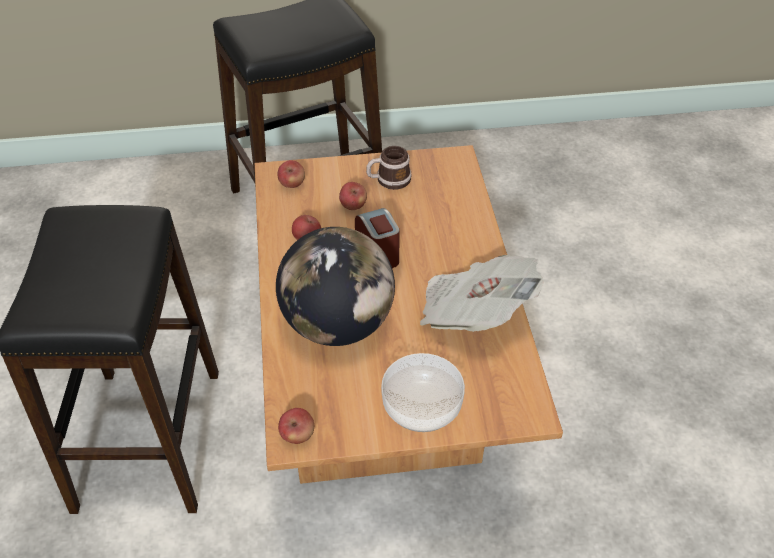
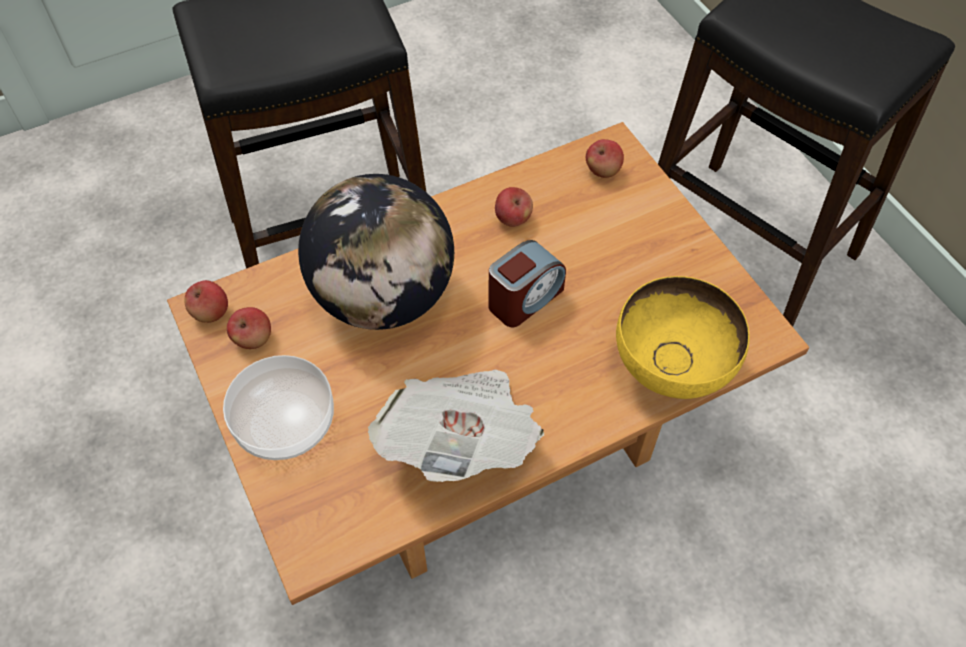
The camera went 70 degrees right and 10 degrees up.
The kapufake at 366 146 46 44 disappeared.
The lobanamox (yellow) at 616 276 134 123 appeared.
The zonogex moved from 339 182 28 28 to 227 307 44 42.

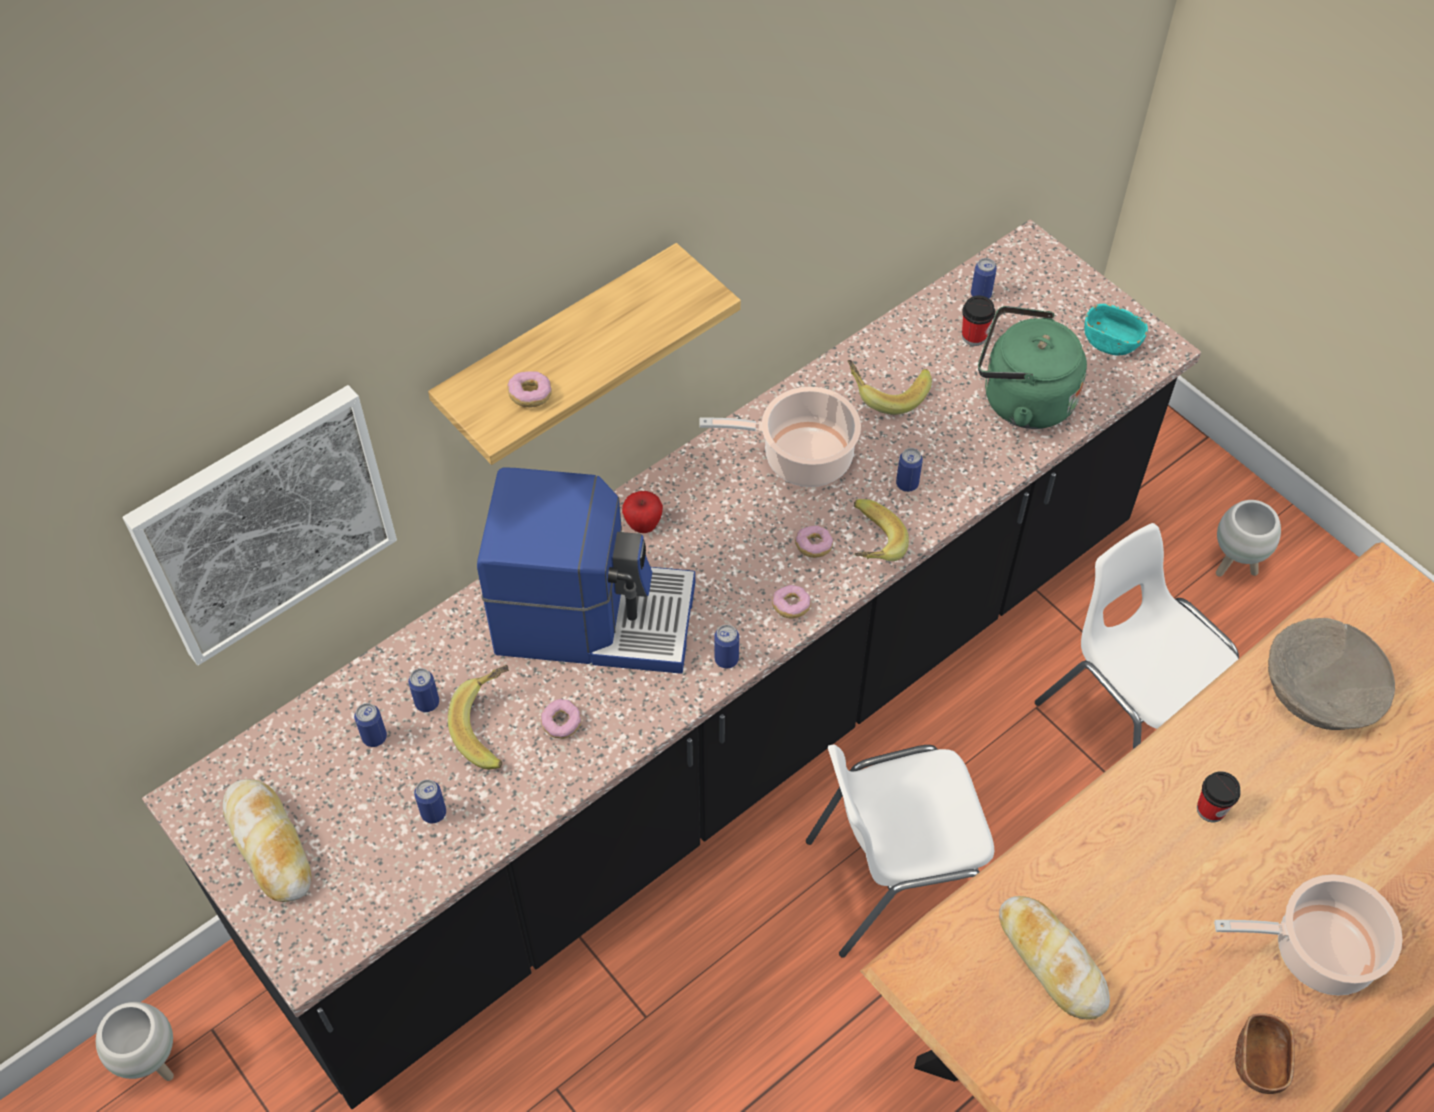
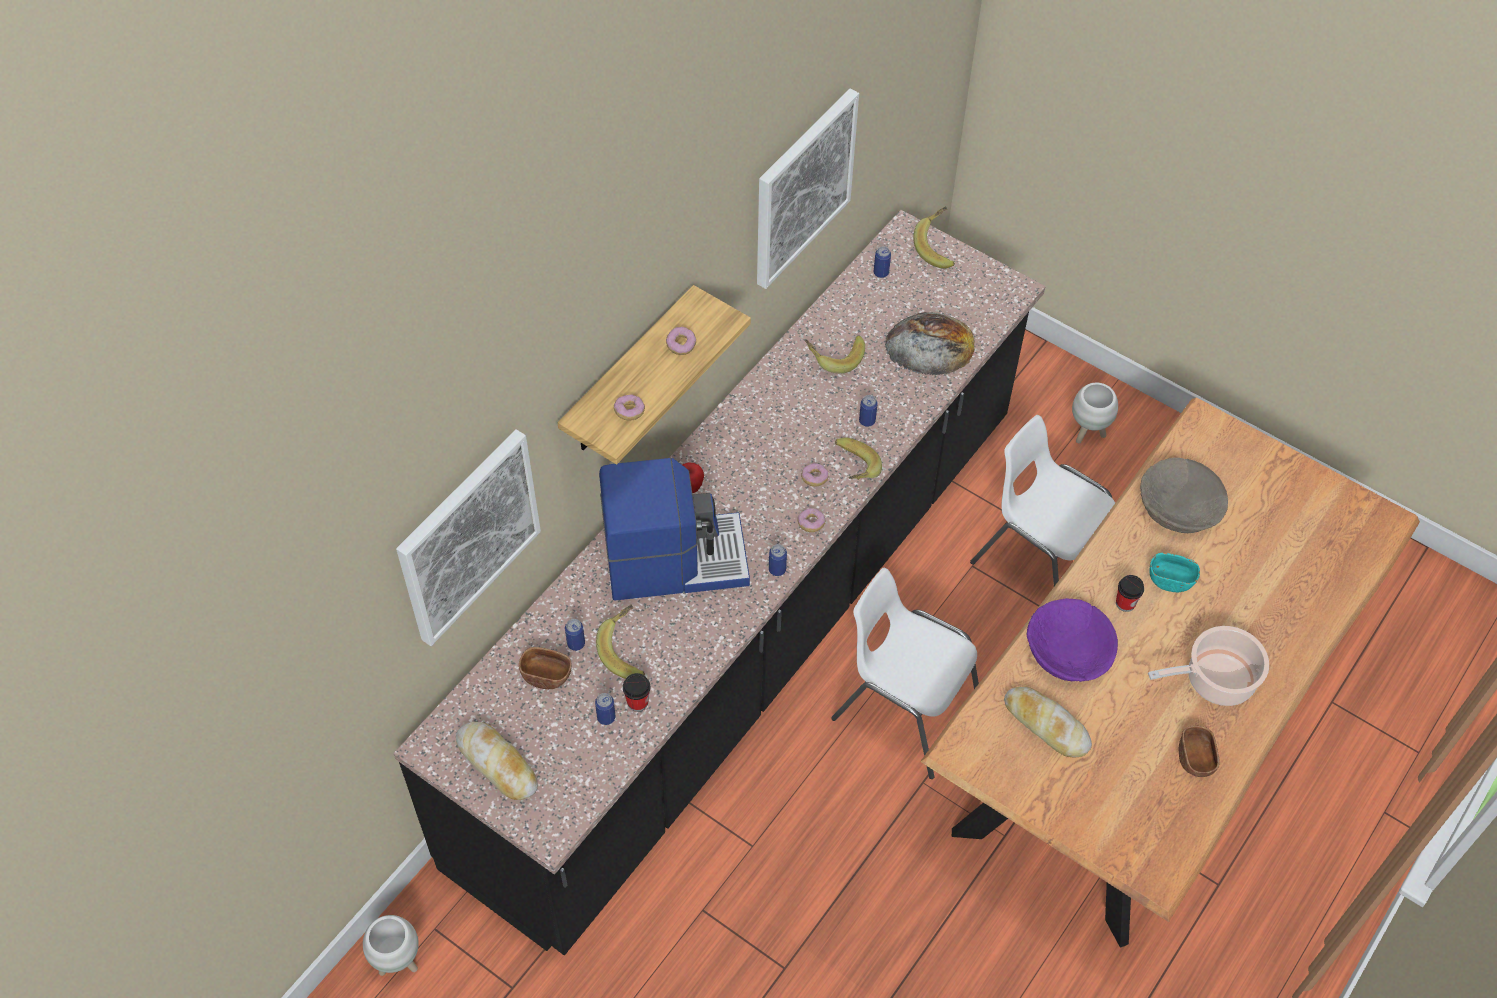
The camera went 15 degrees left and 0 degrees up.
The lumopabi at 699 386 162 101 disappeared.
The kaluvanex at 757 89 102 200 appeared.
The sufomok at 913 207 42 62 appeared.
The lobanamox (purple) at 1027 598 91 84 appeared.
The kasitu moved from 541 699 41 40 to 666 327 30 28.
The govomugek moved from 962 296 33 50 to 623 673 27 39.
The lobanamox (turquoise) moved from 1084 304 64 52 to 1149 553 51 39.
The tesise at 354 703 33 44 was replaced by the lobanamox (brown) at 519 647 53 42.
The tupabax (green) at 978 306 109 123 was replaced by the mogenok at 885 312 90 63.
The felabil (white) at 806 745 188 213 turned 60 degrees clockwise.

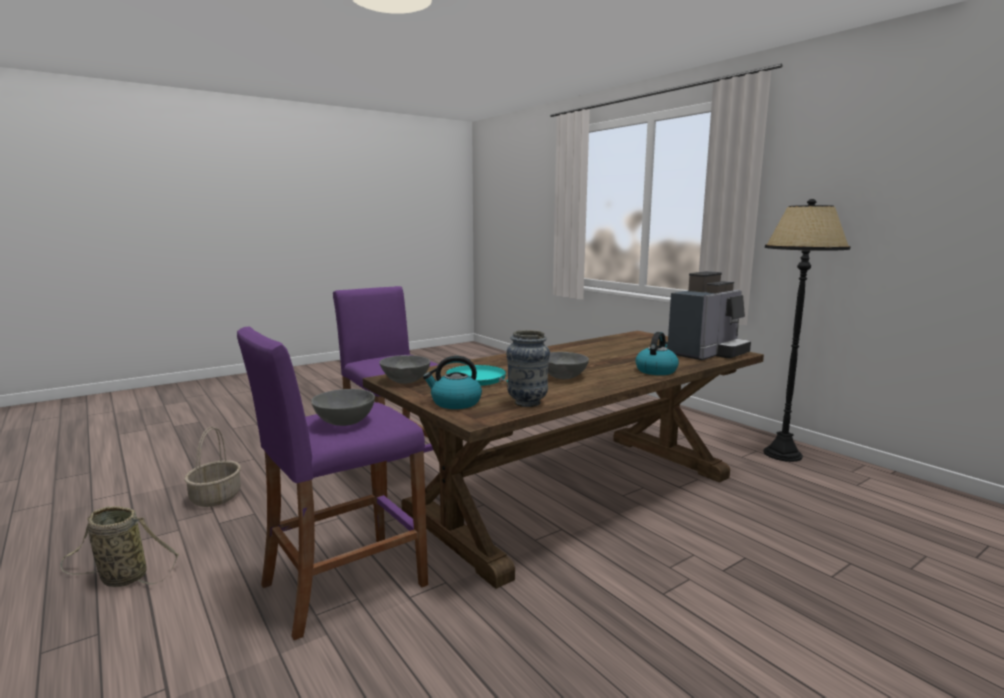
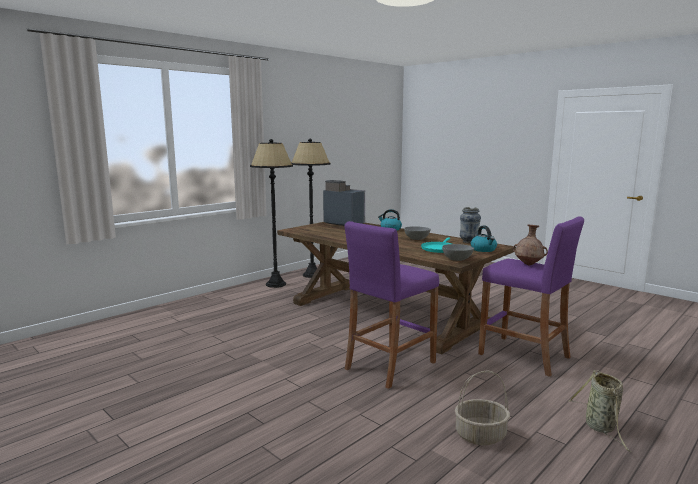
The camera went 100 degrees left and 0 degrees up.
The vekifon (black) at 250 139 43 149 appeared.
The lobanamox (grey) at 311 389 64 37 was replaced by the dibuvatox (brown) at 513 225 35 40.

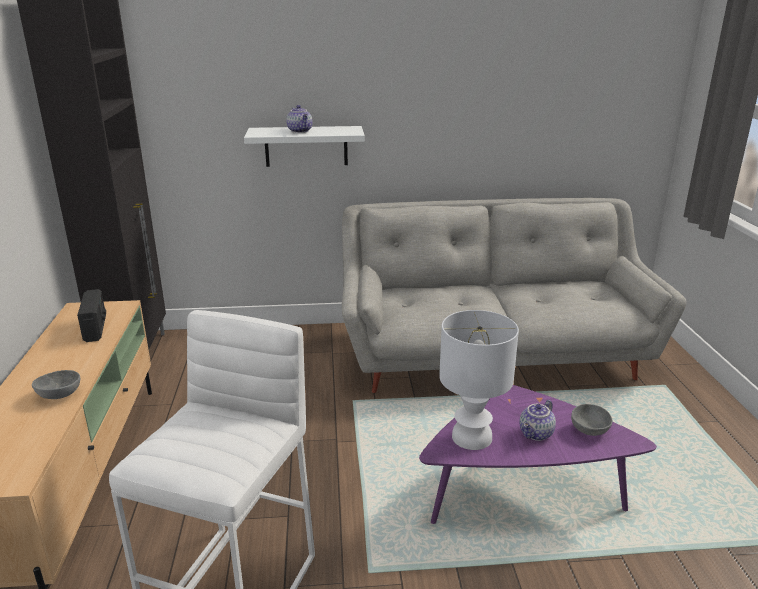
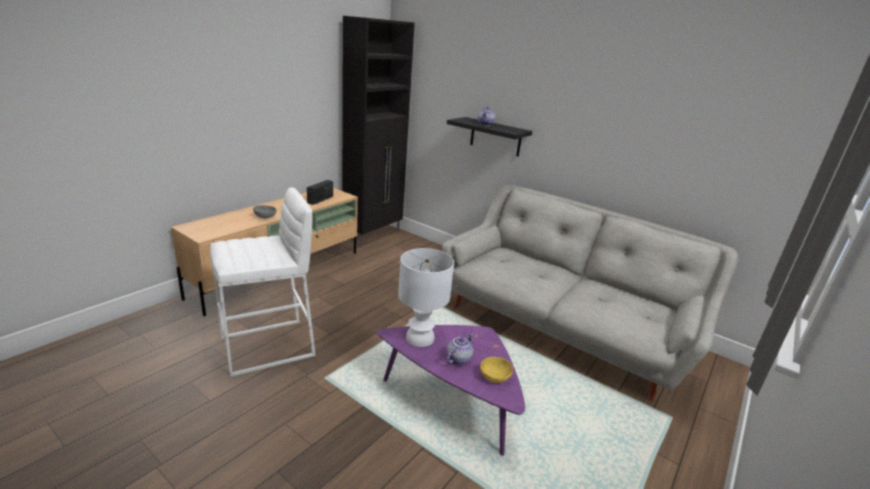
The camera went 40 degrees right and 0 degrees up.
The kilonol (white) at 244 126 121 41 became the kilonol (black) at 447 117 85 40.
The lobanamox (grey) at 571 404 42 32 became the lobanamox (yellow) at 480 357 33 26.
The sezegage at 519 400 37 41 turned 135 degrees clockwise.

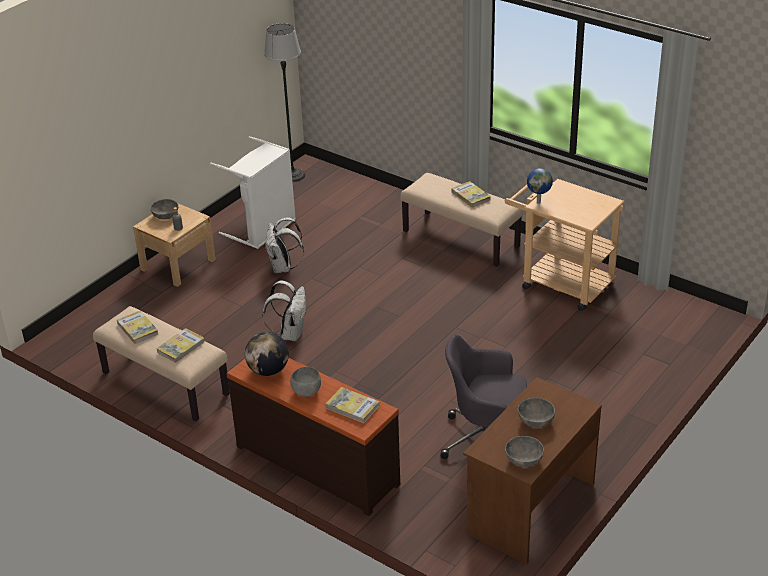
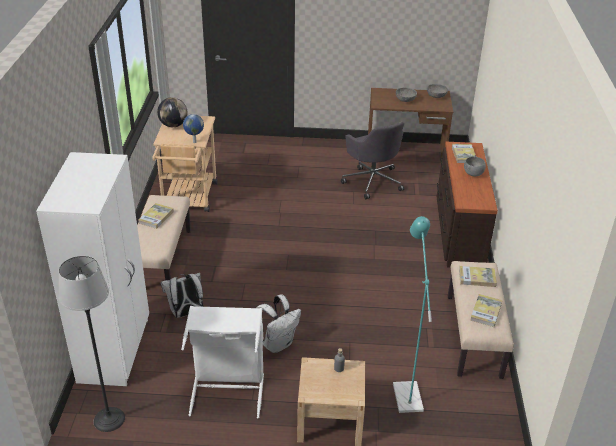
The camera went 125 degrees left and 0 degrees up.
The lobanamox (grey) at 150 199 28 21 disappeared.
The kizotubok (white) at 36 152 113 234 appeared.
The vekifon (turquoise) at 393 216 39 197 appeared.
The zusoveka moved from 245 332 44 44 to 157 97 30 30.
The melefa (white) moved from 262 281 44 61 to 161 273 42 45.

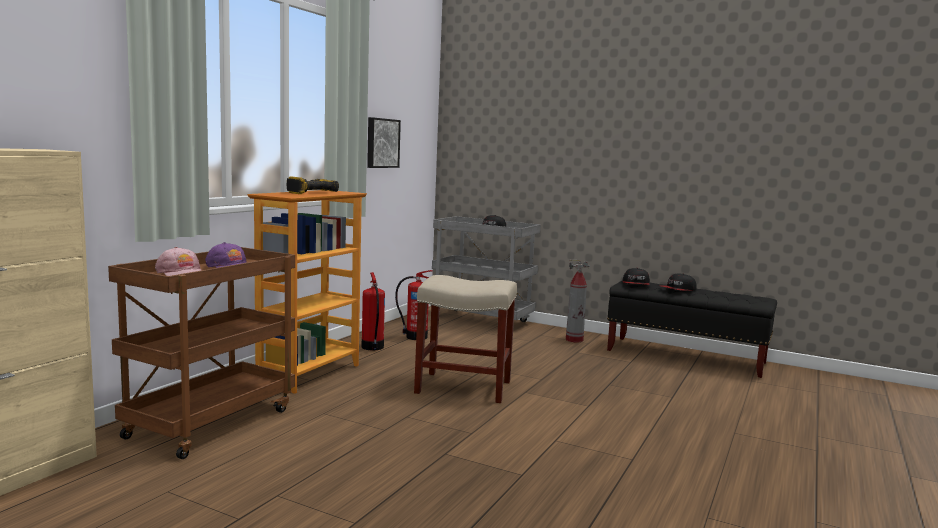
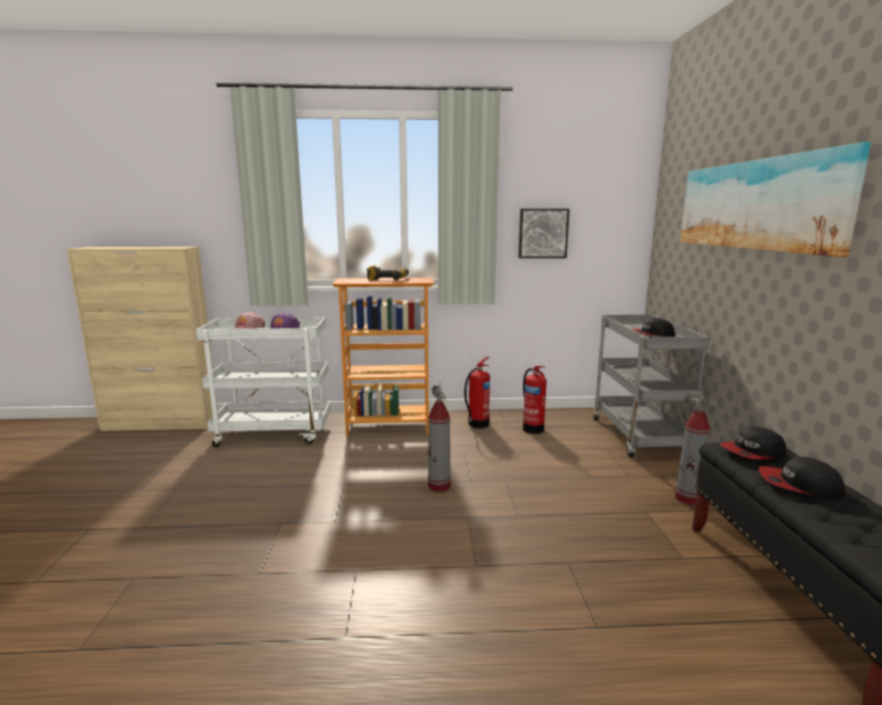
The camera went 60 degrees right and 5 degrees up.
The kaluvanex at 680 142 191 115 appeared.
The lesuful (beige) at 414 275 103 128 was replaced by the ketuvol at 428 382 23 110.
The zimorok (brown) at 108 247 187 212 became the zimorok (white) at 196 317 135 130.

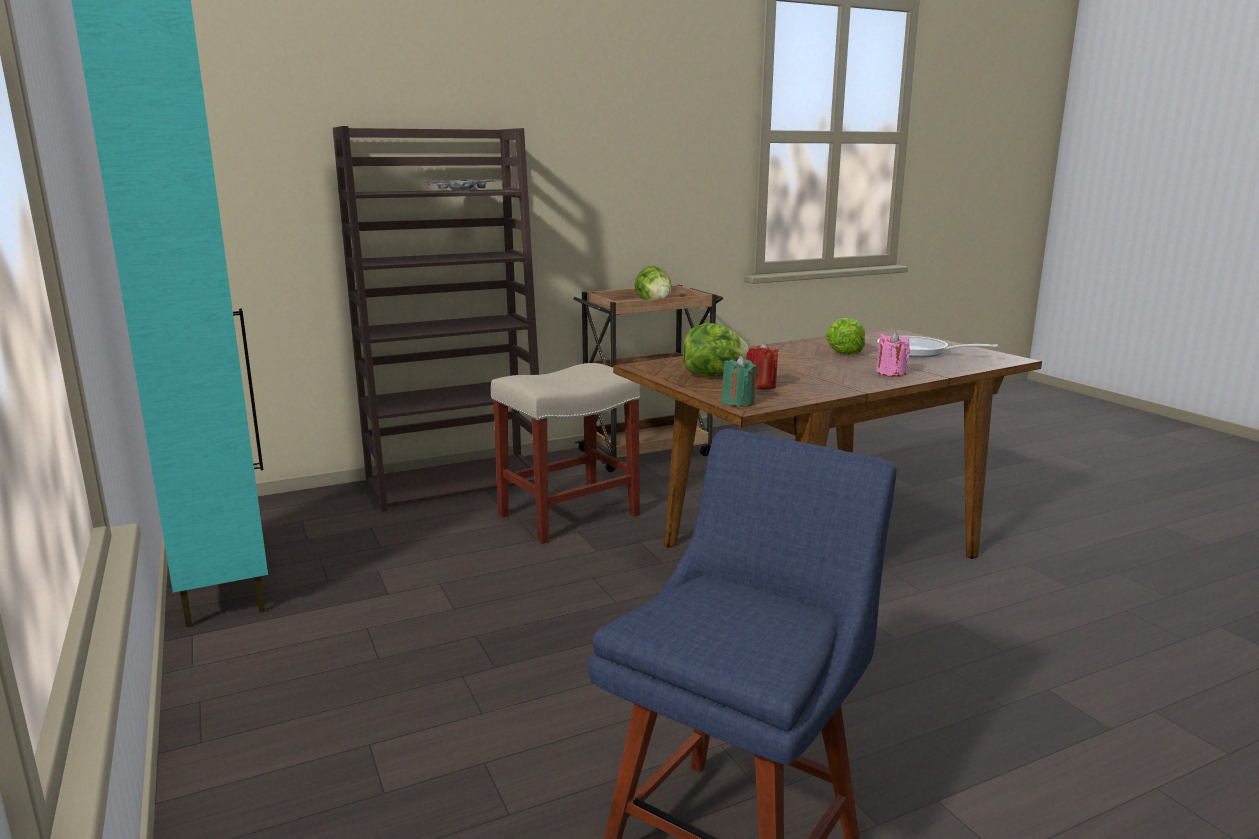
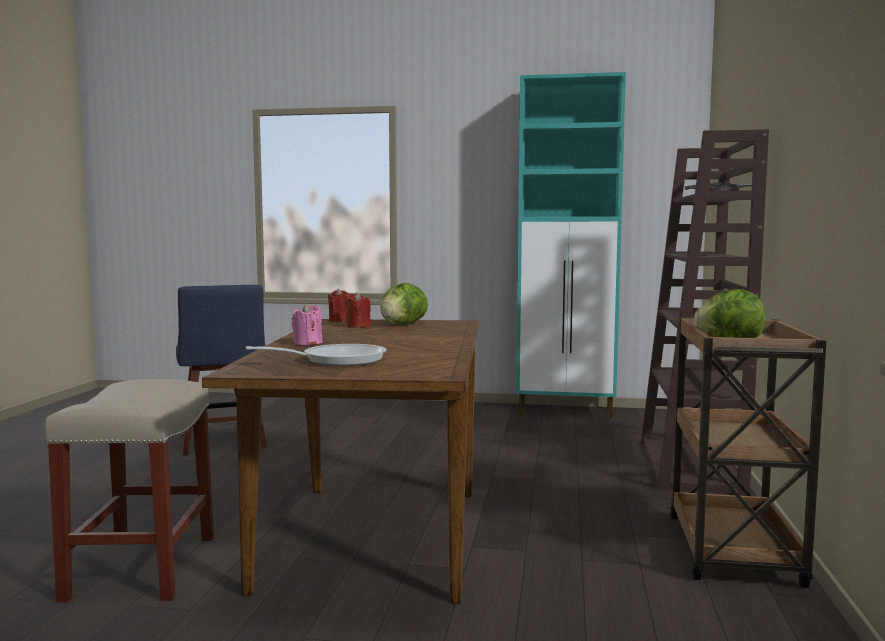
The camera went 125 degrees right and 10 degrees down.
The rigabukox at 825 318 40 37 disappeared.
The lesuful (beige) moved from 491 363 149 181 to 45 379 169 223.
The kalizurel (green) at 722 356 36 51 became the kalizurel (red) at 328 288 21 34.

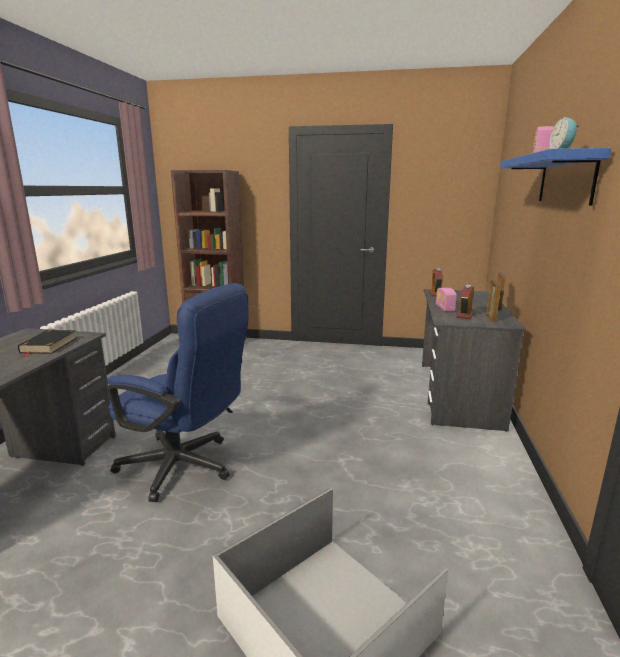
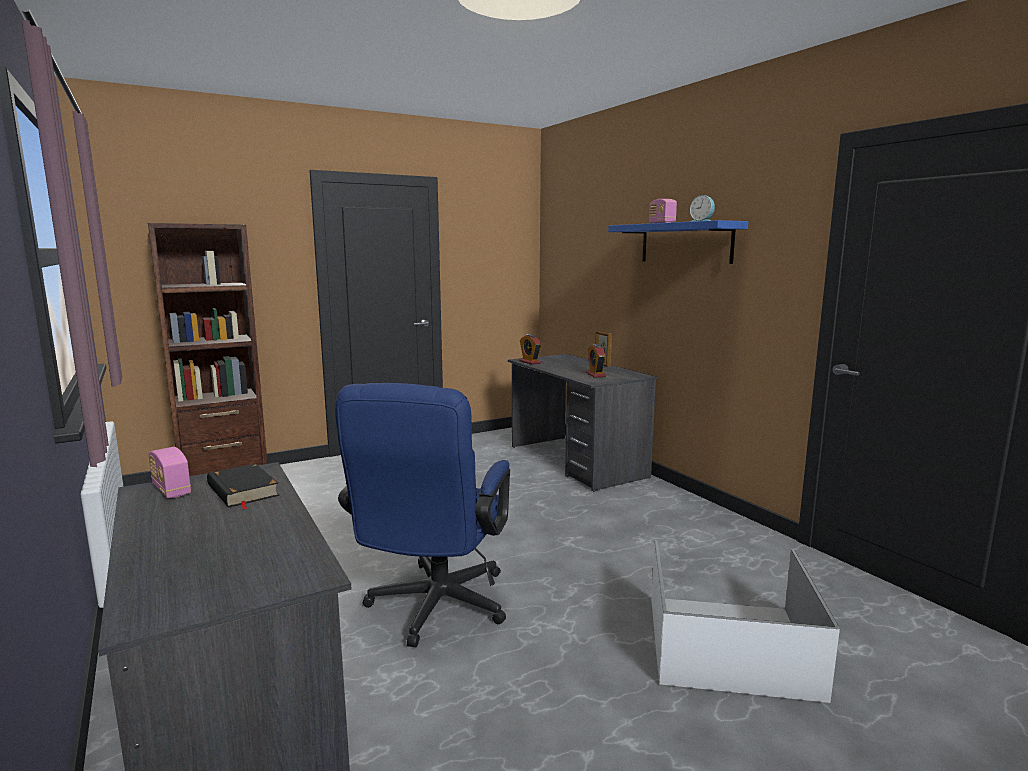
The camera went 40 degrees left and 5 degrees down.
The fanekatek at 486 280 15 42 disappeared.
The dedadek moved from 436 288 21 24 to 149 447 42 51.
The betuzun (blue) at 107 283 141 219 turned 120 degrees clockwise.

